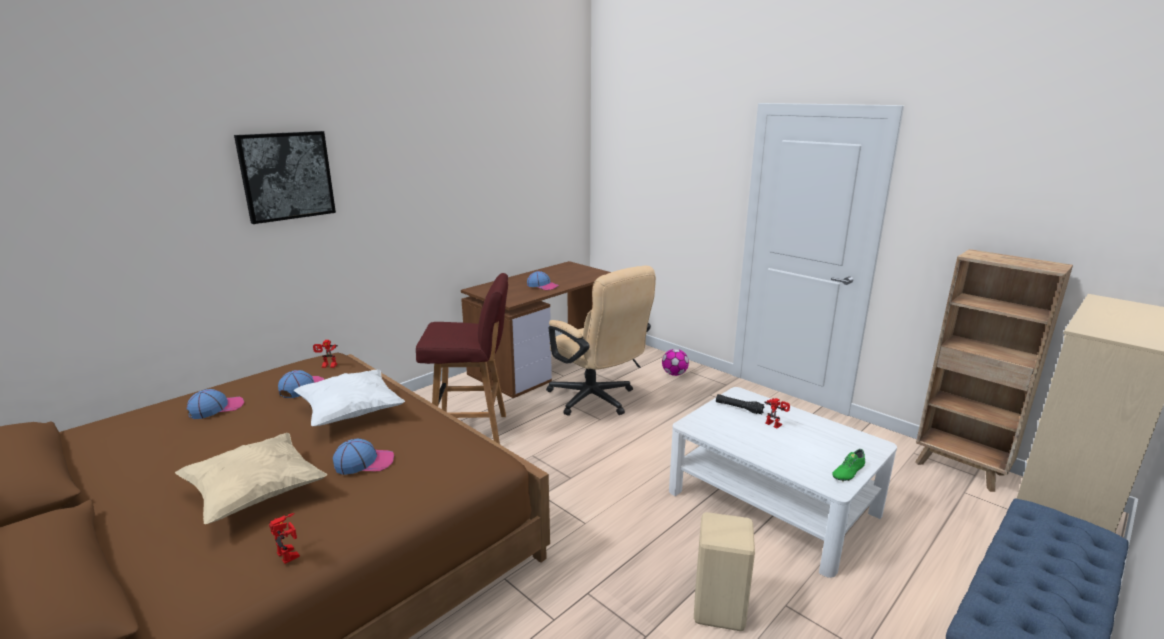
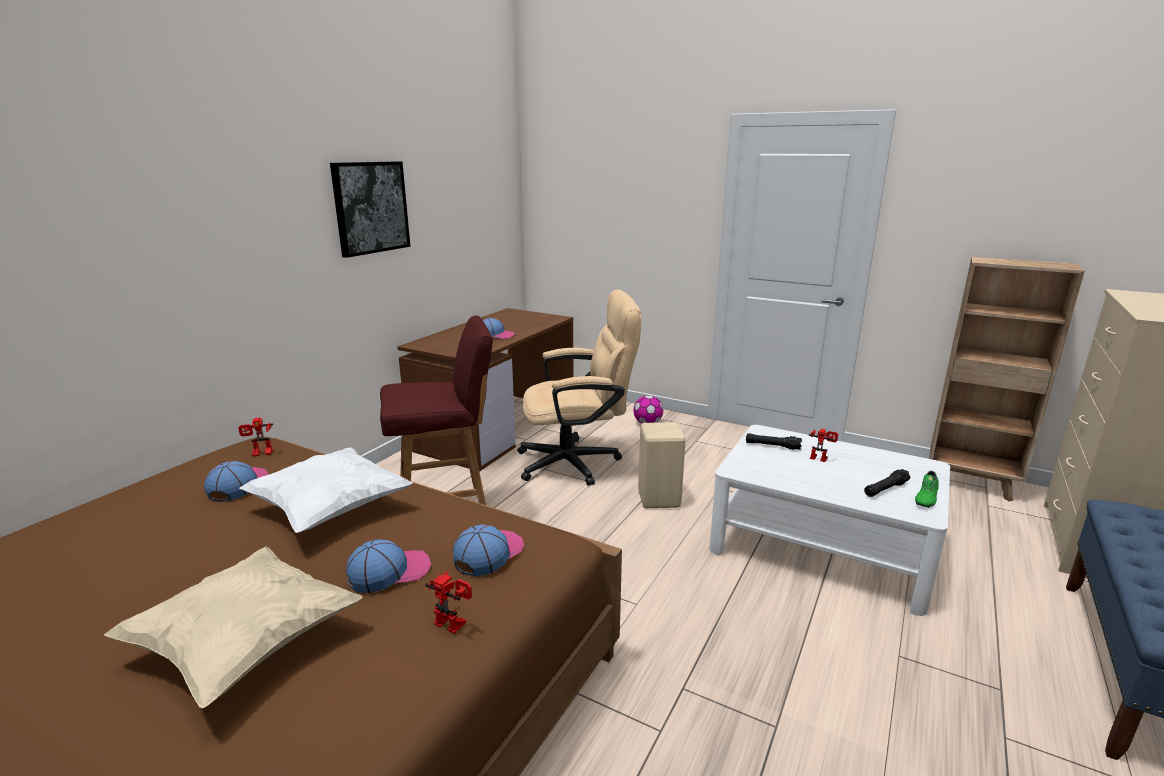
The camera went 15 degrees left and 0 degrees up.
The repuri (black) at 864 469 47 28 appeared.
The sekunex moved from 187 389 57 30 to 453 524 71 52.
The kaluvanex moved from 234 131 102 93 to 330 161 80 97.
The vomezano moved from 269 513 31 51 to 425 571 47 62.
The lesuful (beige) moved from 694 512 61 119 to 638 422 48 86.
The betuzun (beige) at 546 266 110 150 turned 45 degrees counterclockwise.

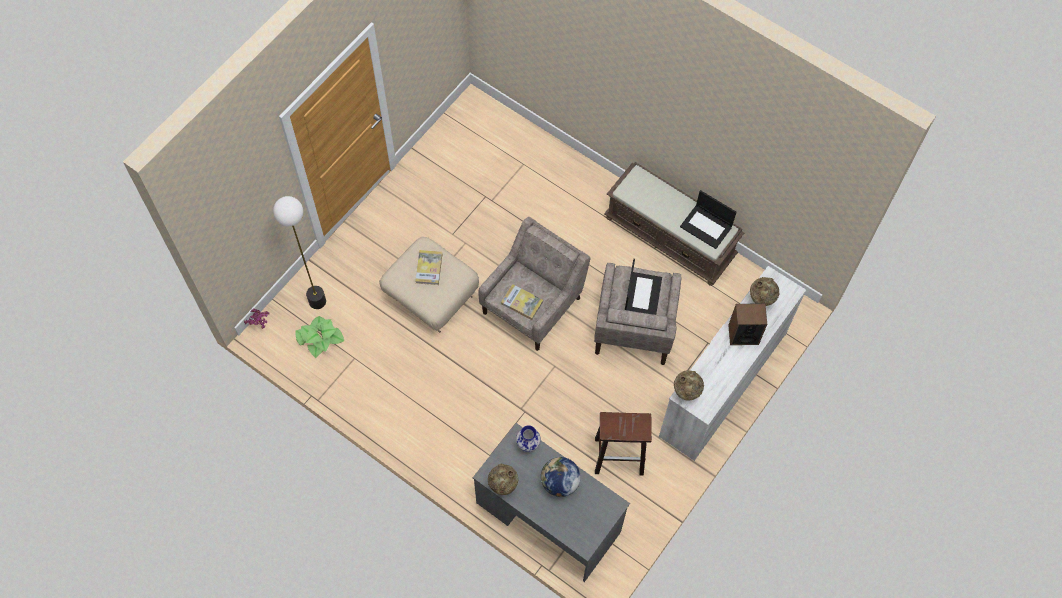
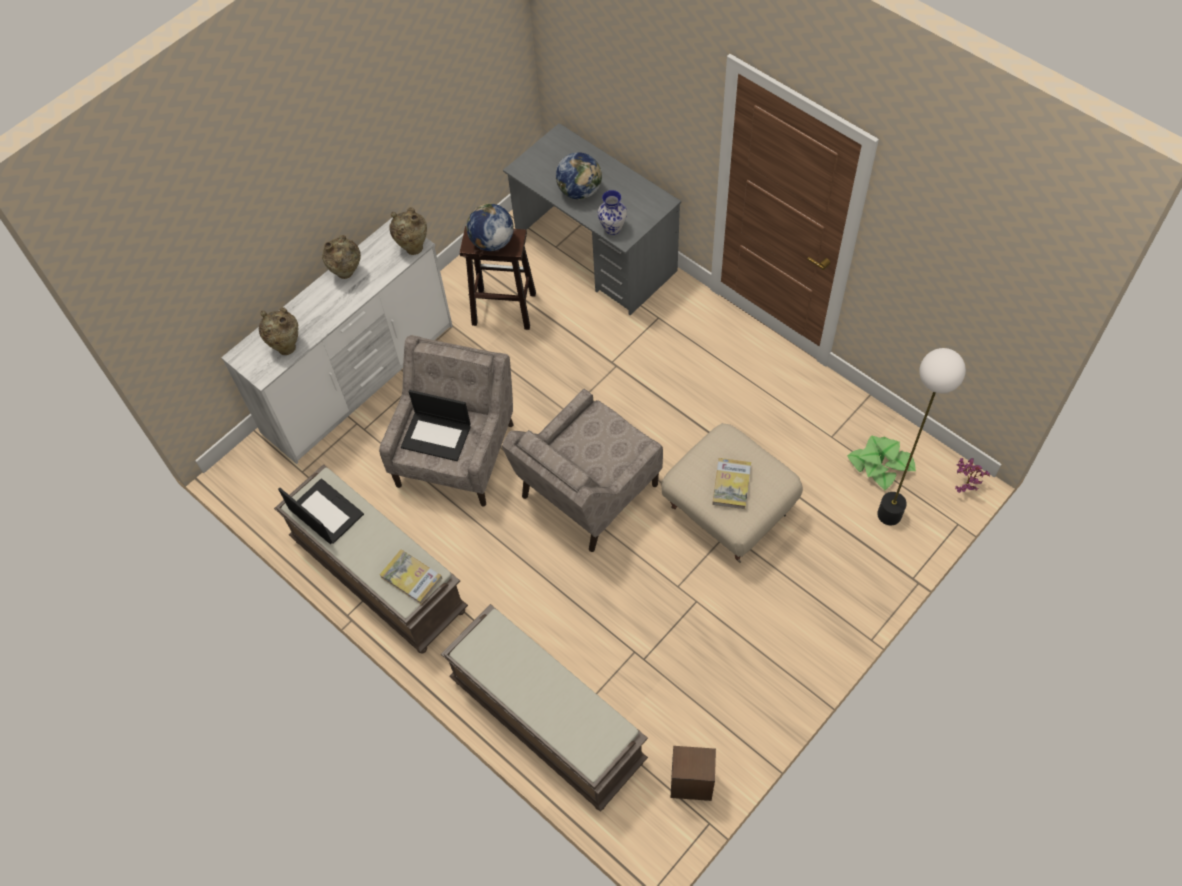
The camera went 170 degrees left and 5 degrees down.
The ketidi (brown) at 441 604 207 208 appeared.
The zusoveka at 466 203 48 48 appeared.
The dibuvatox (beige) moved from 488 463 30 32 to 322 235 39 44.
The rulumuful moved from 501 284 42 36 to 380 549 62 55.
The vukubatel moved from 728 304 39 41 to 671 746 45 55.
The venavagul at 625 259 37 56 turned 90 degrees counterclockwise.

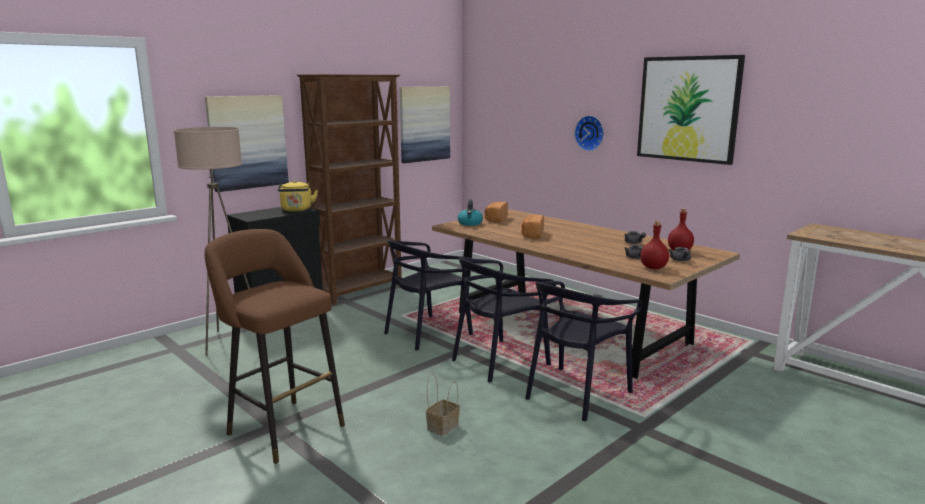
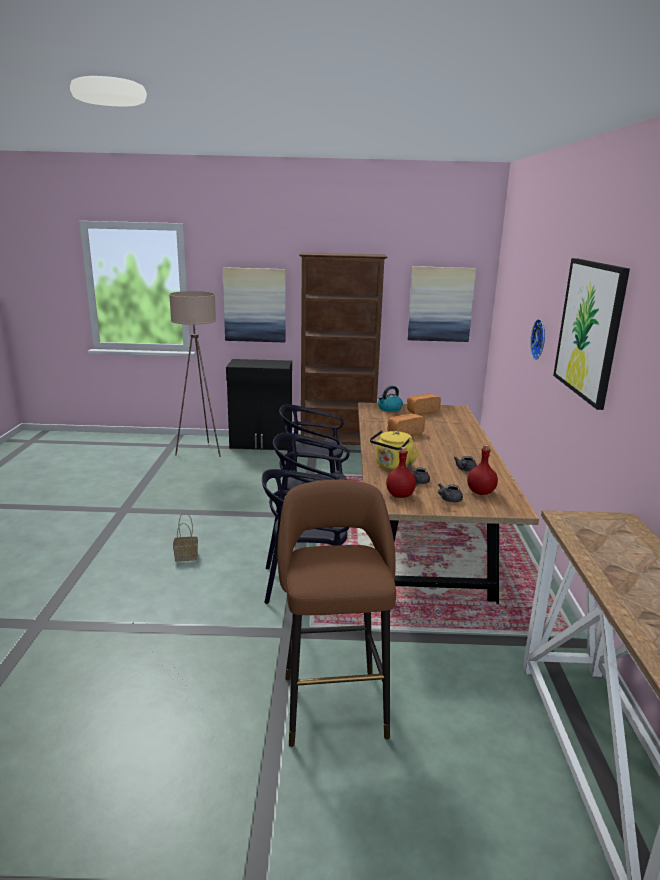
The camera went 45 degrees right and 5 degrees up.
The lesuful (brown) moved from 204 229 141 235 to 278 480 118 267.
The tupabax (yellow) moved from 278 180 40 32 to 370 430 50 40.

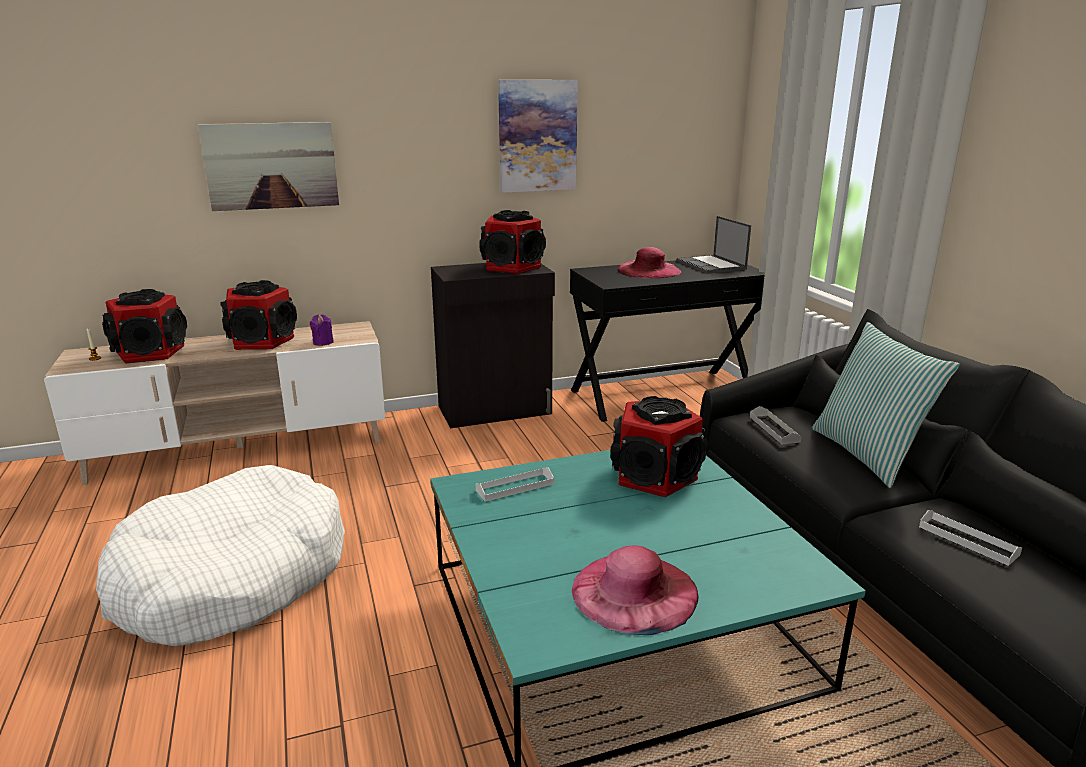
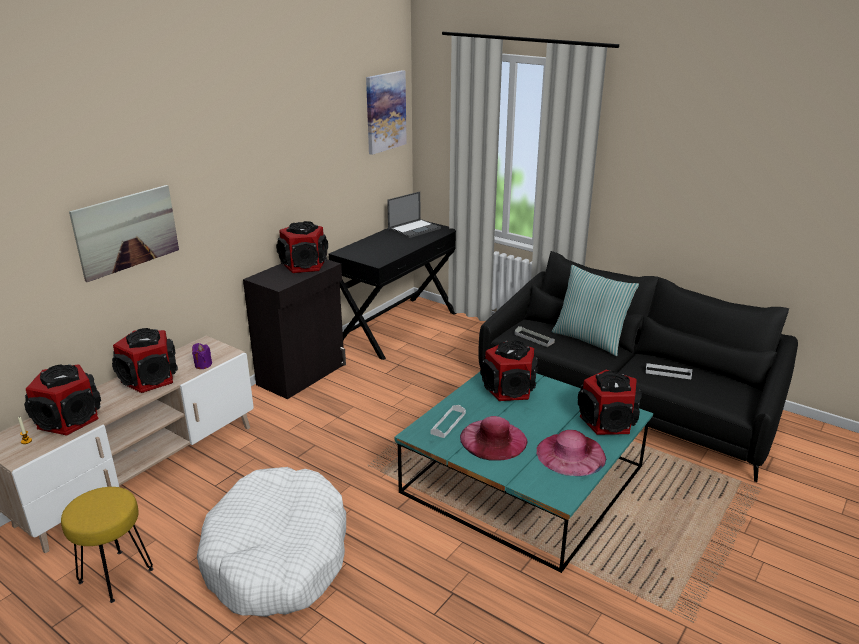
The camera went 35 degrees left and 5 degrees up.
The lesuful (yellow) at 61 487 92 116 appeared.
The vukubatel at 578 370 64 65 appeared.
The kaluvanex moved from 498 80 80 113 to 366 70 41 85.
The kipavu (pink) moved from 617 247 64 31 to 460 416 67 45.
The venavagul at 676 216 75 58 turned 75 degrees counterclockwise.

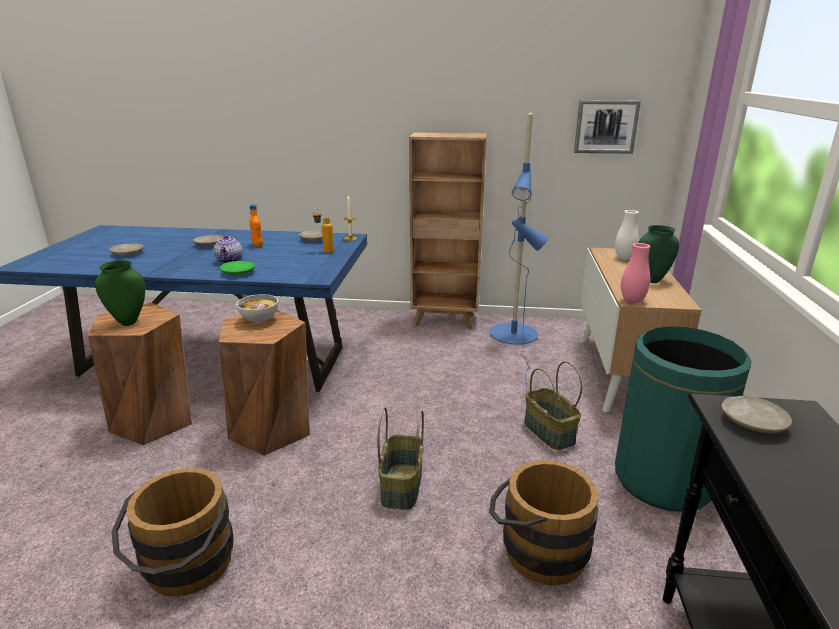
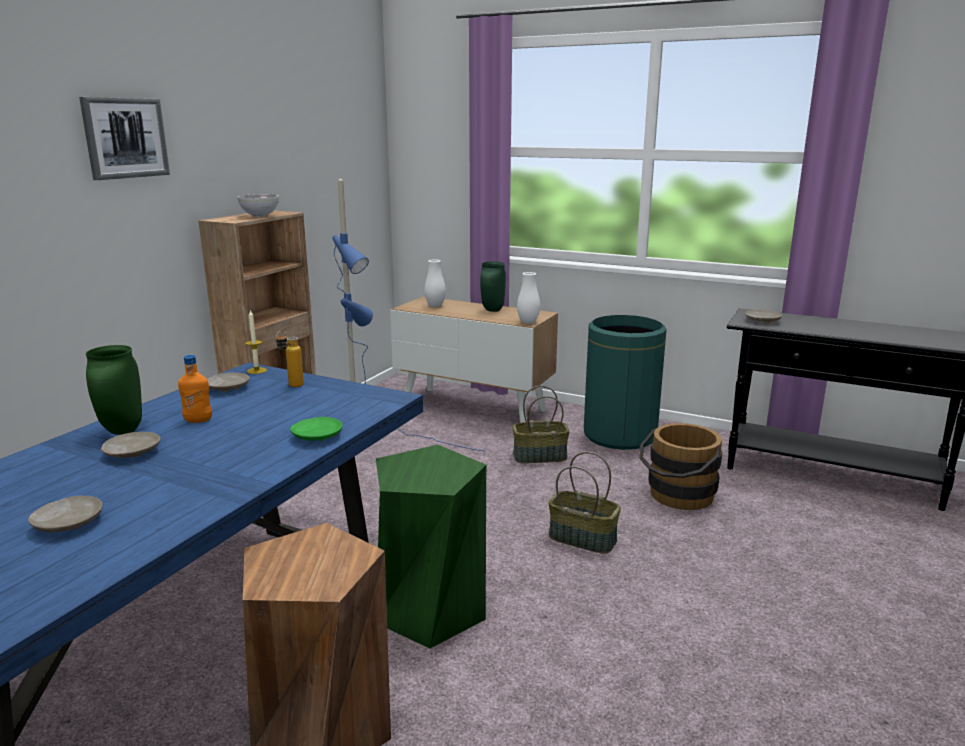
The camera went 70 degrees left and 5 degrees down.
The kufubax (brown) at 111 468 123 129 disappeared.
The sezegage at 214 235 28 29 disappeared.
The dibuvatox (green) moved from 95 260 50 66 to 86 345 56 90.
The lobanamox moved from 236 294 42 29 to 237 194 42 23.
The kaluvanex moved from 574 100 67 54 to 79 97 91 83.
The lesuful (brown) at 219 310 91 146 became the lesuful (green) at 376 445 110 203.
The dibuvatox (pink) at 621 243 29 60 became the dibuvatox (white) at 517 272 23 52.

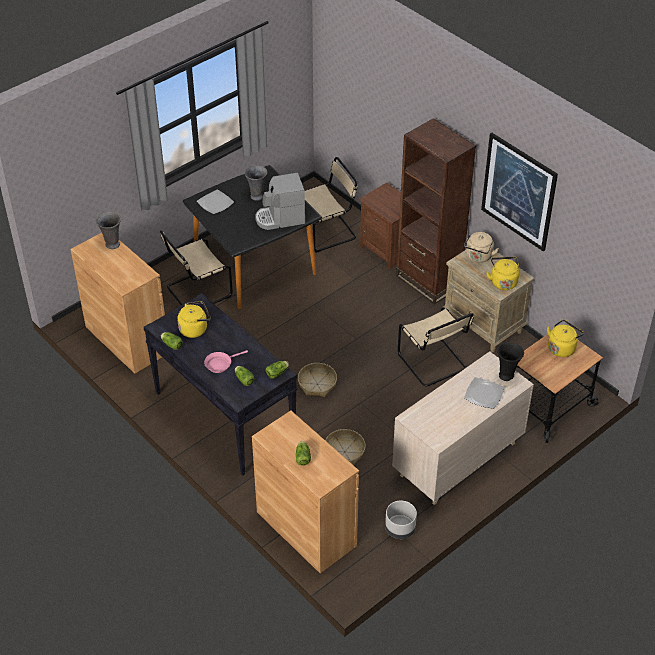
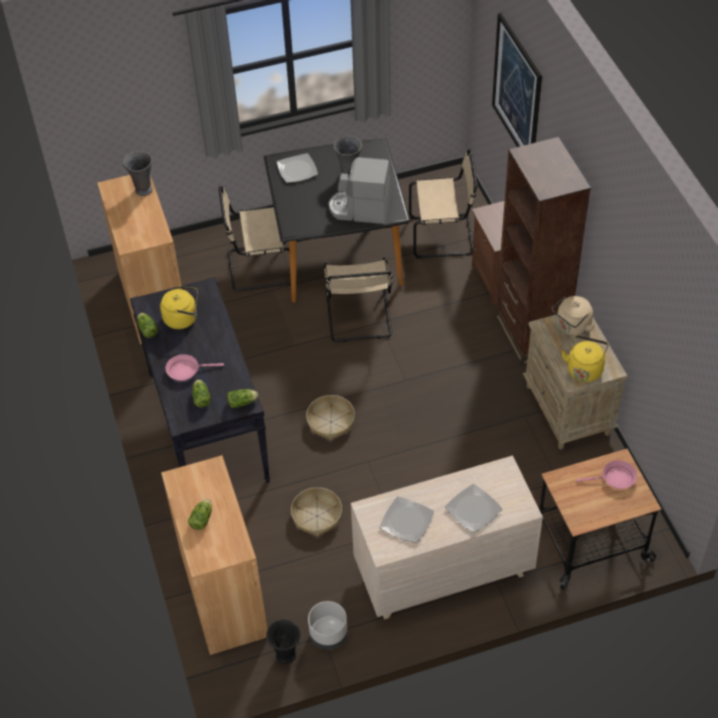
The camera went 25 degrees right and 5 degrees up.
The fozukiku at 380 496 54 47 appeared.
The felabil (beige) moved from 398 307 76 79 to 323 257 70 85.
The kaluvanex moved from 481 133 77 118 to 492 13 50 134.
The dibuvatox (black) moved from 497 342 27 39 to 266 619 35 45.
The tupabax (yellow) at 547 320 37 37 was replaced by the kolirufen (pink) at 576 460 61 29.

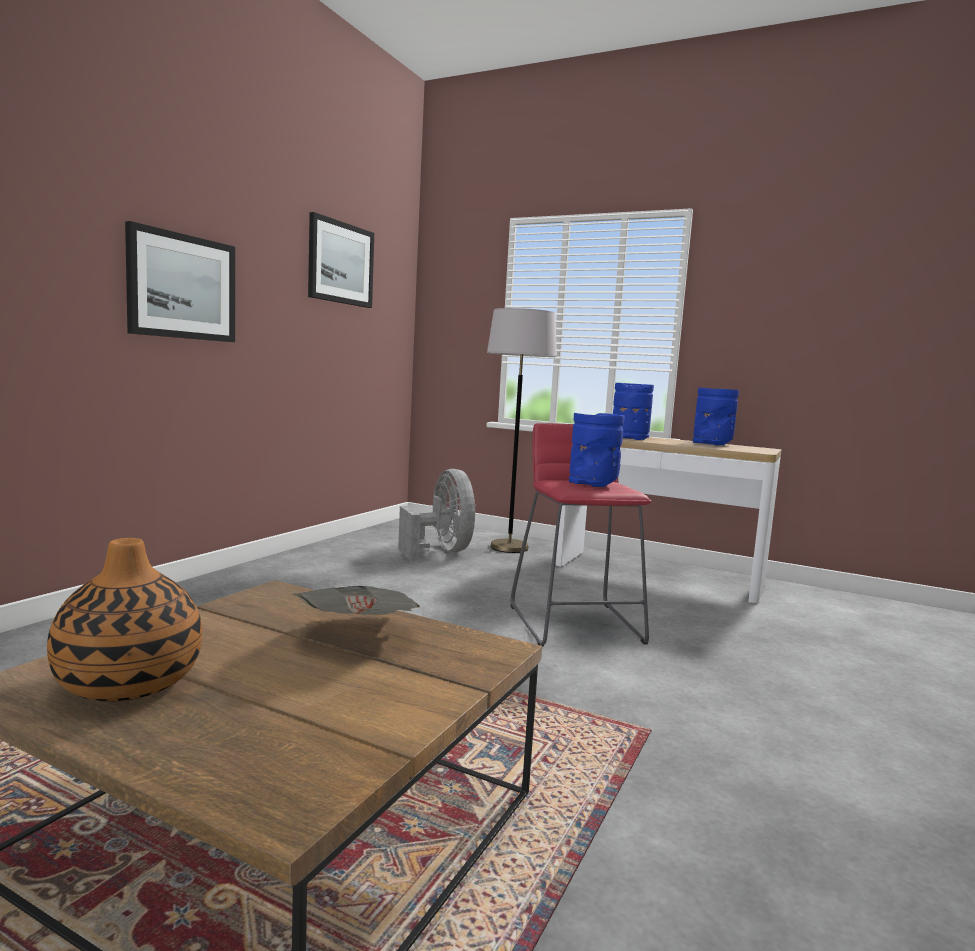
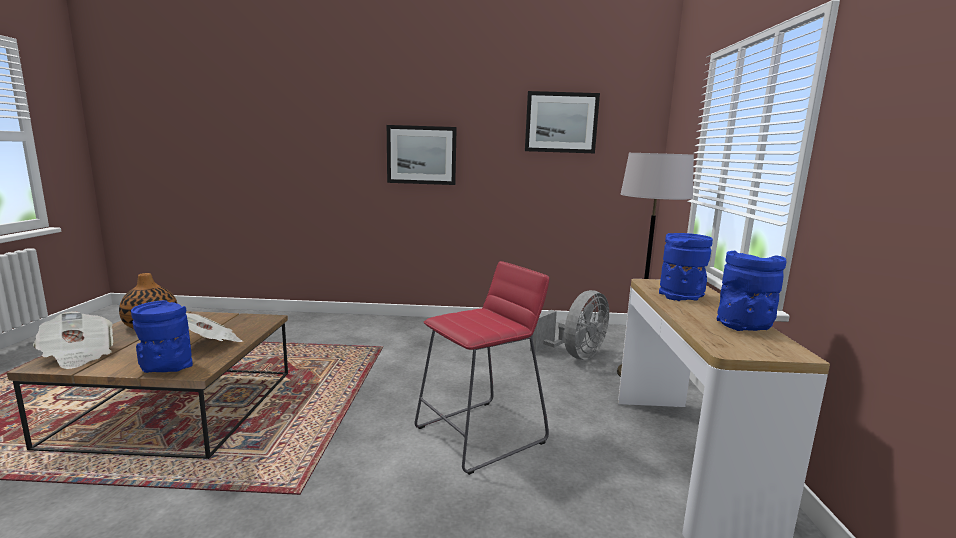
The camera went 65 degrees right and 5 degrees up.
The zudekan at 33 312 80 57 appeared.
The dibuvatox (blue) moved from 569 413 56 74 to 131 300 62 73.

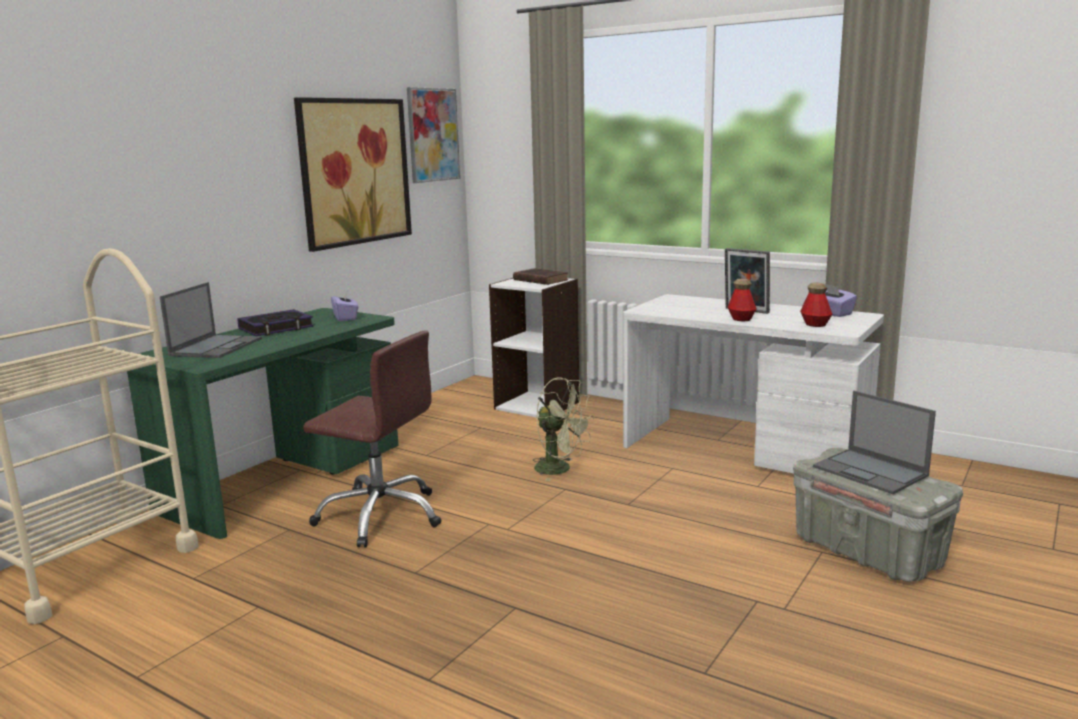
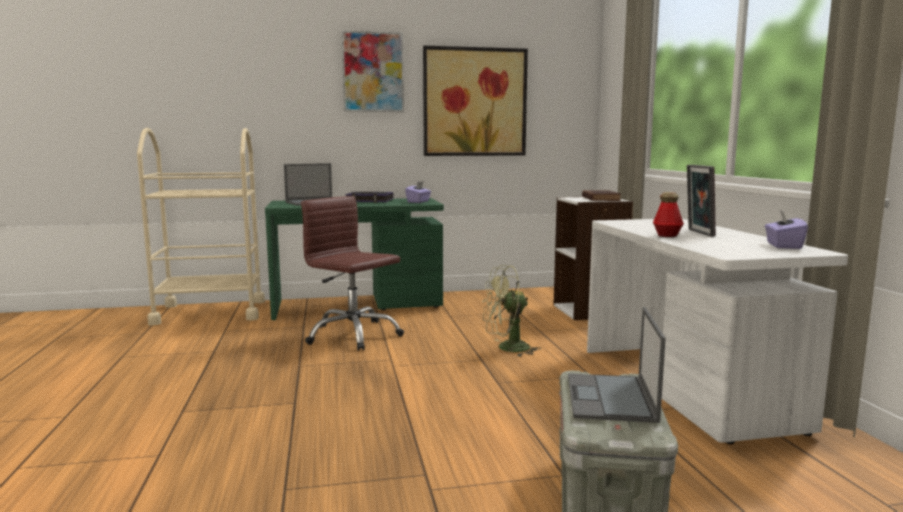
The camera went 45 degrees right and 5 degrees down.
The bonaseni at 800 283 33 44 disappeared.
The kaluvanex moved from 407 87 53 96 to 342 31 62 81.
The betuzun (brown) at 303 330 138 217 turned 150 degrees clockwise.
The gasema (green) at 533 377 61 104 turned 90 degrees clockwise.

